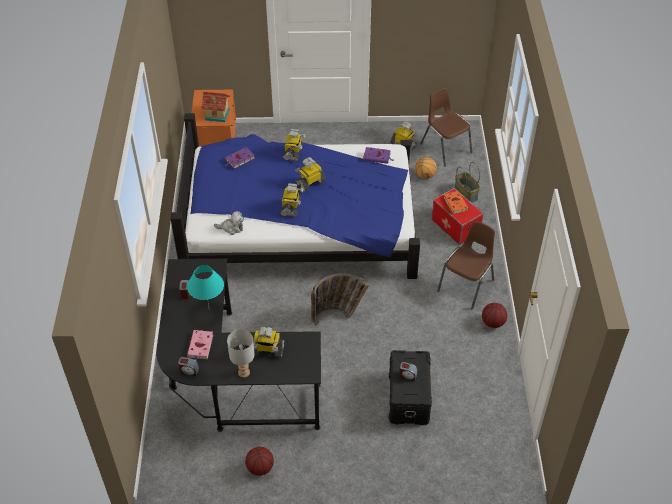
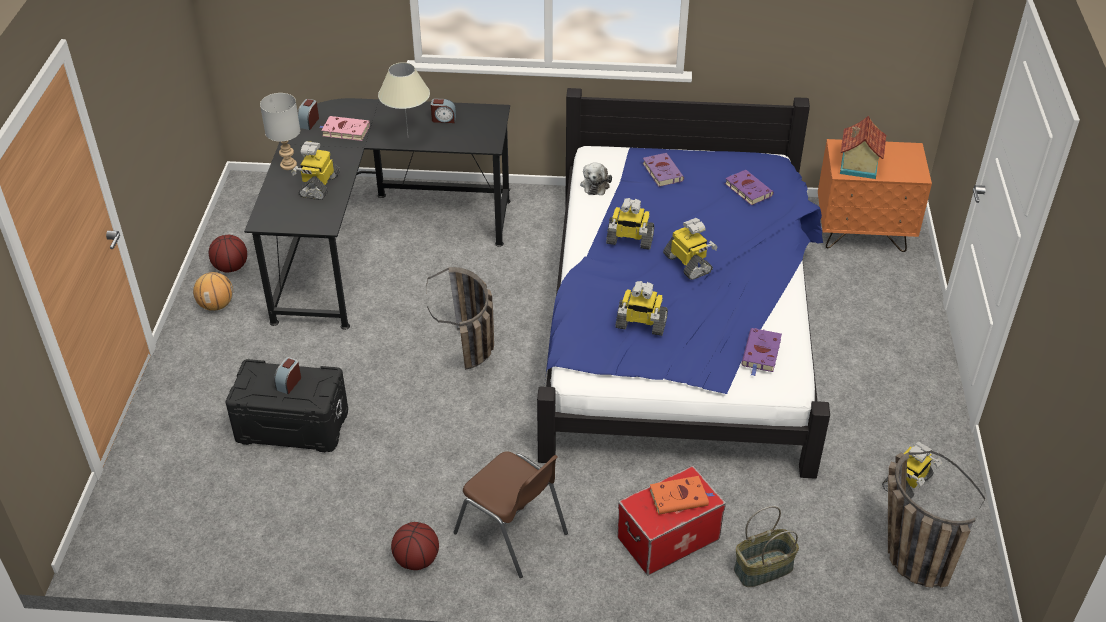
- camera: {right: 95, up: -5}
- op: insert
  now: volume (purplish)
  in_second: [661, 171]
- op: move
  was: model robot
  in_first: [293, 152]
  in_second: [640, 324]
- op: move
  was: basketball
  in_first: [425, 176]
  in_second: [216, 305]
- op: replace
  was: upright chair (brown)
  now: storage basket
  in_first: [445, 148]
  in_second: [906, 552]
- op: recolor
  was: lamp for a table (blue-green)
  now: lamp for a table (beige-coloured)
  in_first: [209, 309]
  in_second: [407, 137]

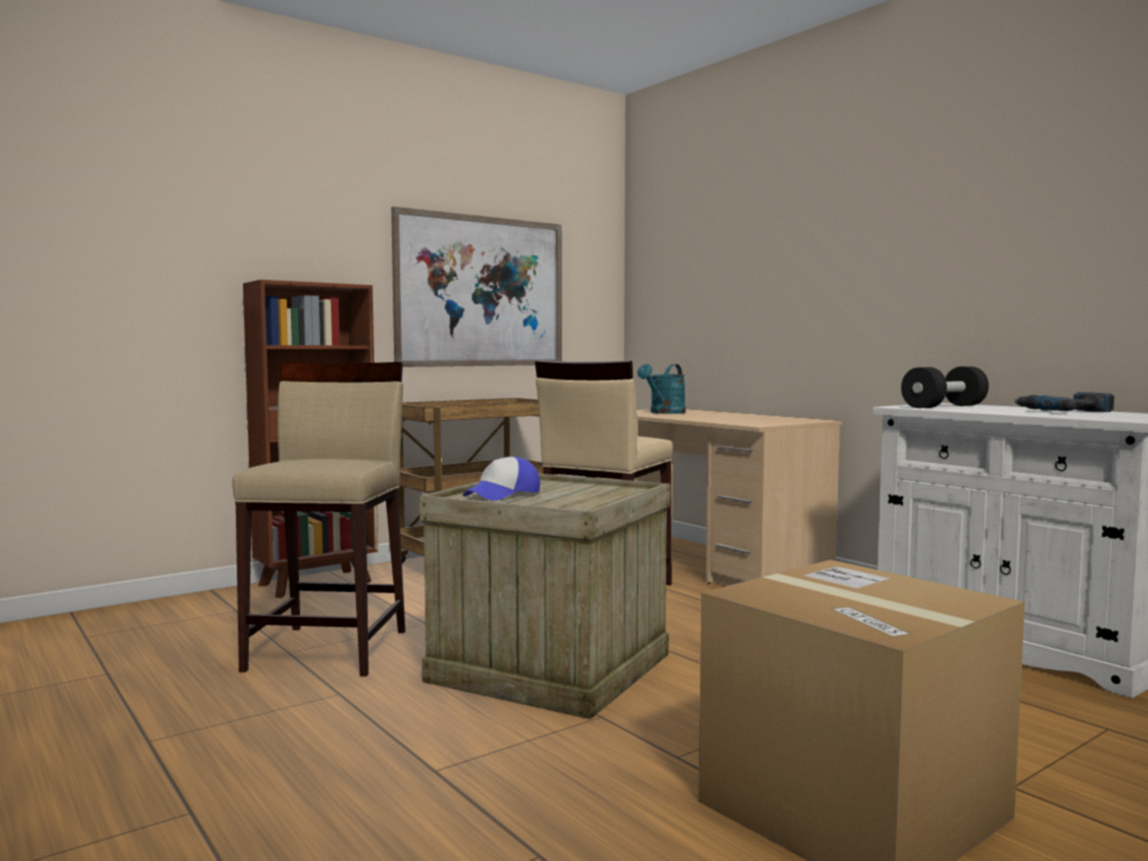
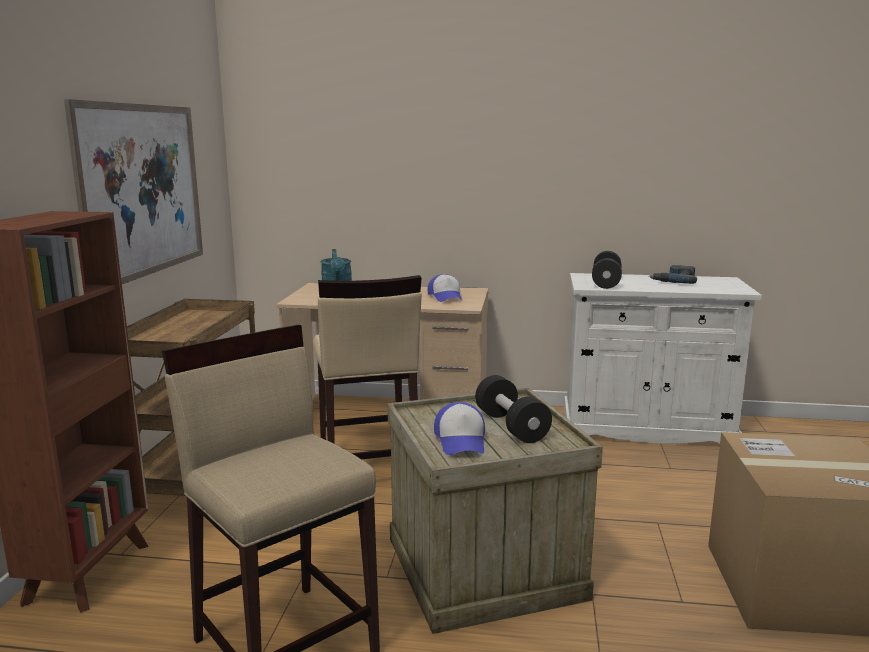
- camera: {right: -45, up: 10}
- op: insert
  now: peaked cap
  in_second: [446, 297]
- op: insert
  now: hand weight (black)
  in_second: [511, 426]

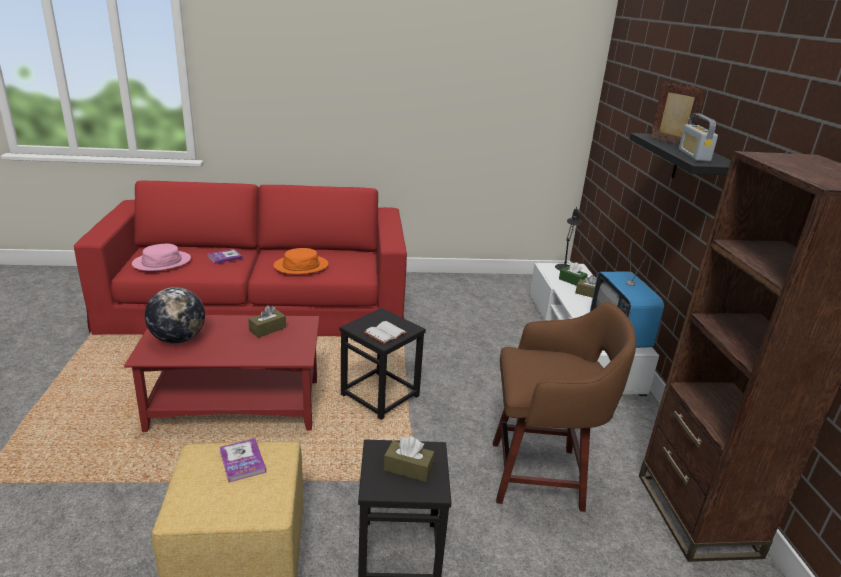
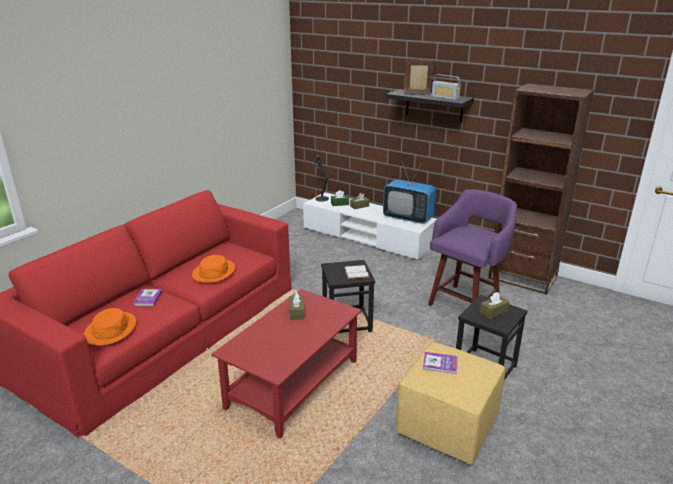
- camera: {right: -50, up: 0}
- op: delete
  was: desk globe
  in_first: [178, 339]
- op: recolor
  was: hat (pink)
  now: hat (orange-coloured)
  in_first: [162, 262]
  in_second: [110, 329]
- op: recolor
  was: sitting stool (brown)
  now: sitting stool (purplish)
  in_first: [540, 475]
  in_second: [465, 303]

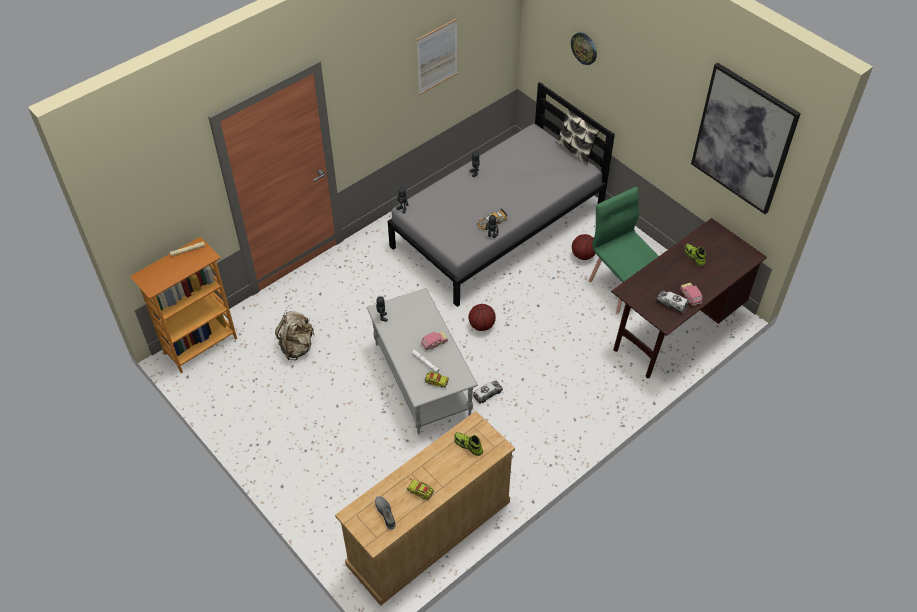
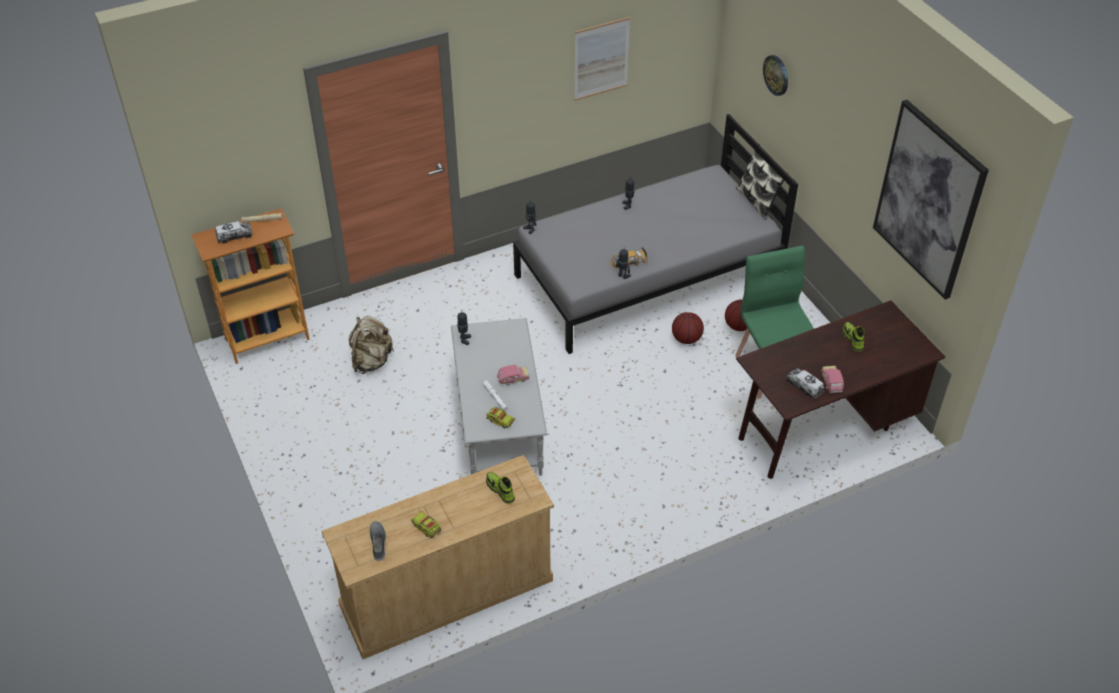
- camera: {right: 15, up: -5}
- op: move
  was: basketball
  in_first: [482, 325]
  in_second: [686, 339]
- op: move
  was: toy lorry
  in_first: [487, 394]
  in_second: [234, 236]

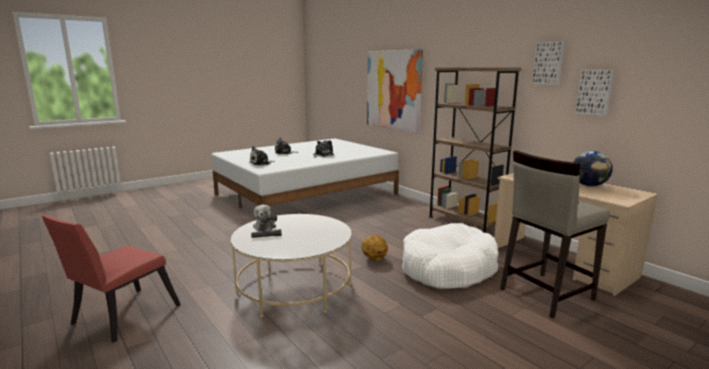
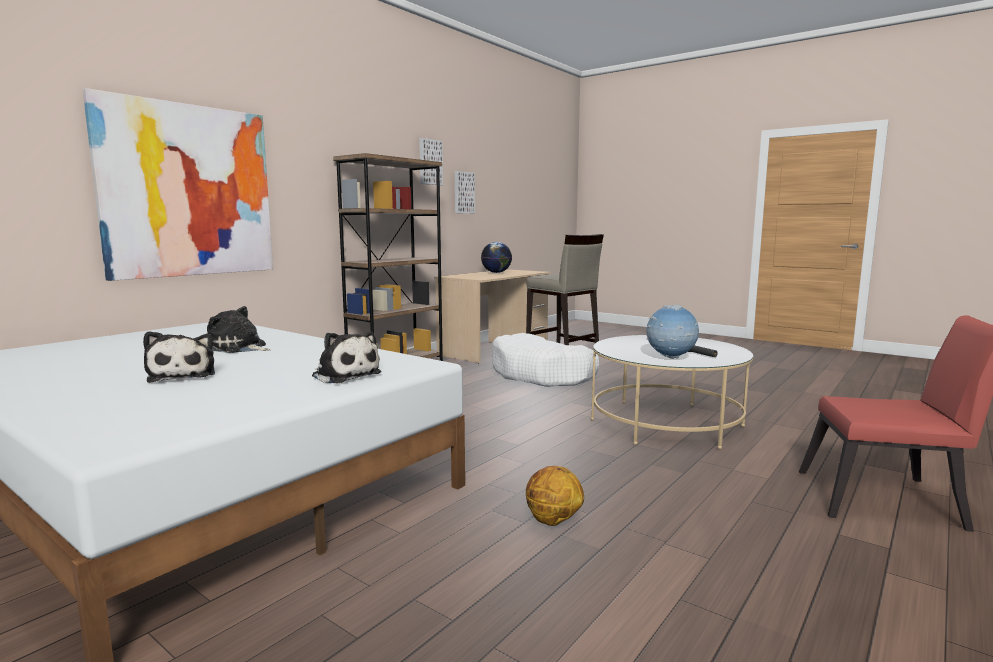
- camera: {right: -105, up: -5}
- op: move
  was: basketball
  in_first: [374, 259]
  in_second: [553, 521]
- op: replace
  was: plush toy
  now: desk globe
  in_first: [265, 226]
  in_second: [670, 358]

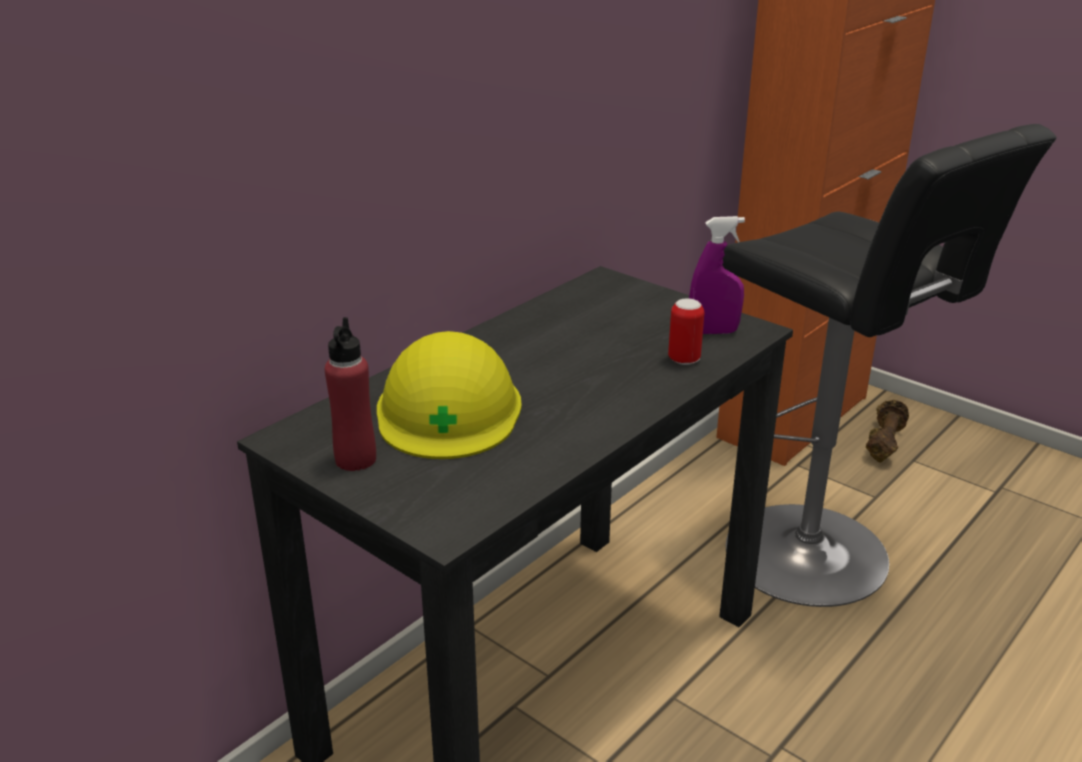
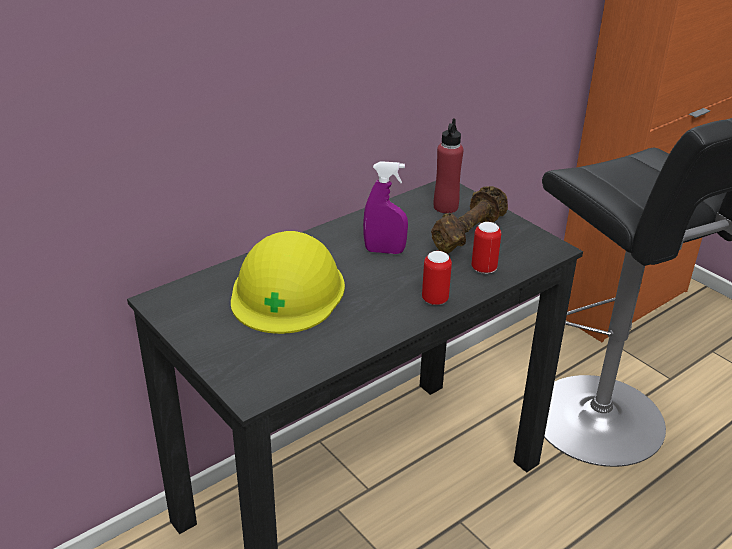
- camera: {right: 10, up: 5}
- op: insert
  now: sealed can
  in_second: [435, 300]
- op: move
  was: bottle (reddish)
  in_first: [355, 459]
  in_second: [445, 207]
- op: move
  was: hand sprayer (purplish)
  in_first: [713, 332]
  in_second: [384, 251]
- op: move
  was: hand weight (brown)
  in_first: [884, 442]
  in_second: [467, 233]

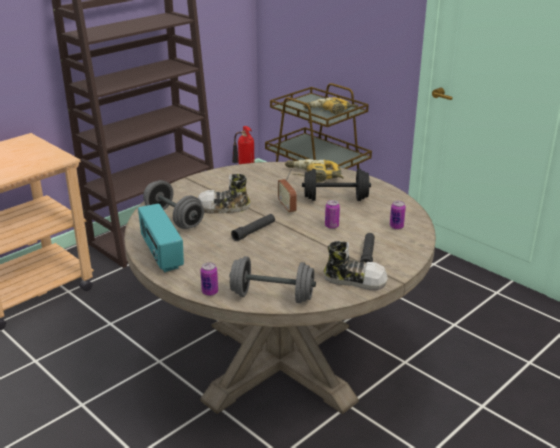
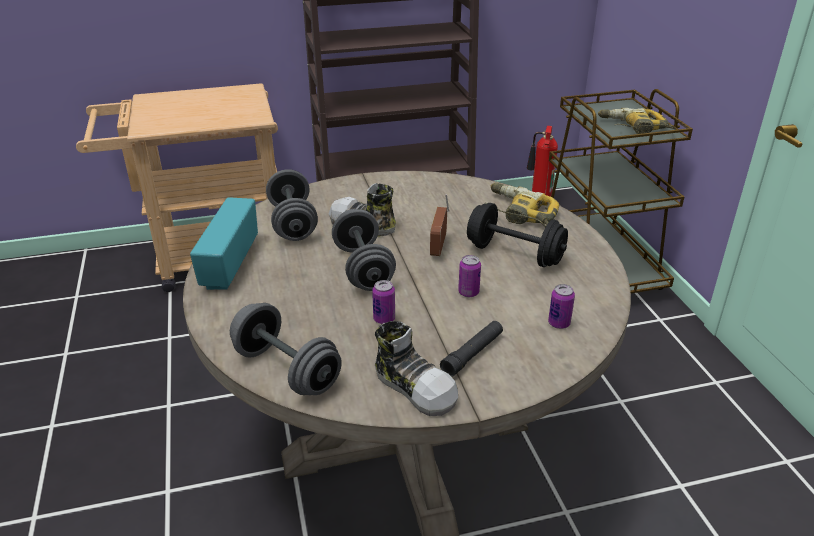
- camera: {right: 30, up: 5}
- op: move
  was: sealed can
  in_first: [210, 292]
  in_second: [384, 319]
- op: replace
  was: torch (black)
  now: hand weight (grey)
  in_first: [254, 231]
  in_second: [363, 268]

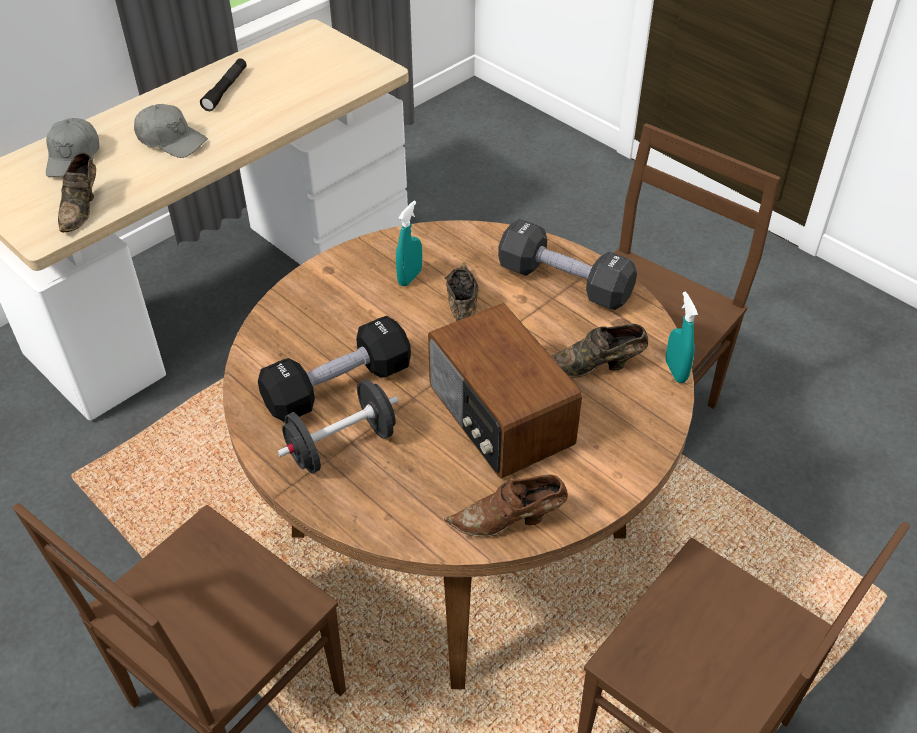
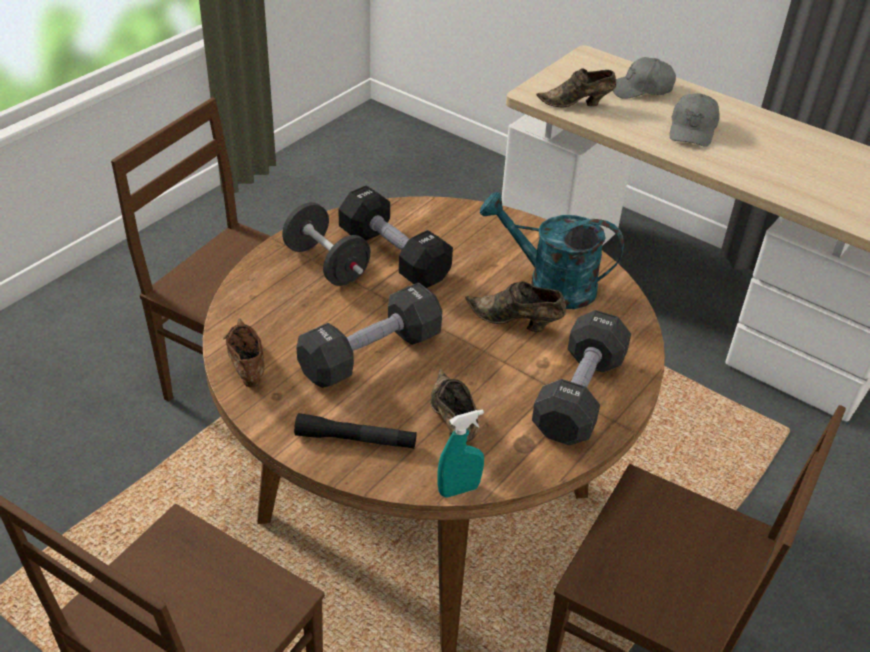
- camera: {right: 80, up: -5}
- op: move
  was: torch (black)
  in_first: [225, 90]
  in_second: [355, 439]
- op: replace
  was: hand sprayer (blue-green)
  now: watering pot (blue-green)
  in_first: [410, 277]
  in_second: [550, 285]
- op: replace
  was: radio receiver
  now: hand weight (black)
  in_first: [498, 417]
  in_second: [371, 354]
- op: rotate
  was: item of footwear (brown)
  in_first: [462, 307]
  in_second: [516, 322]
  clockwise: -150

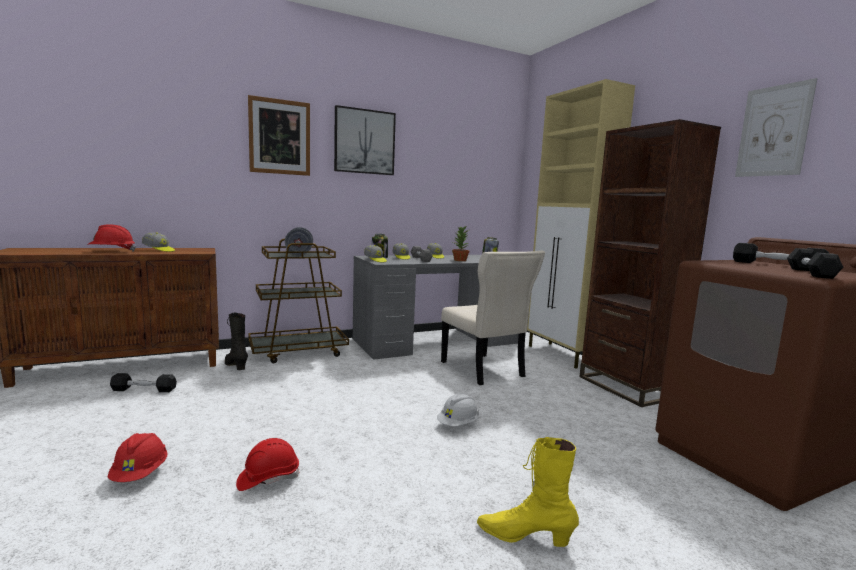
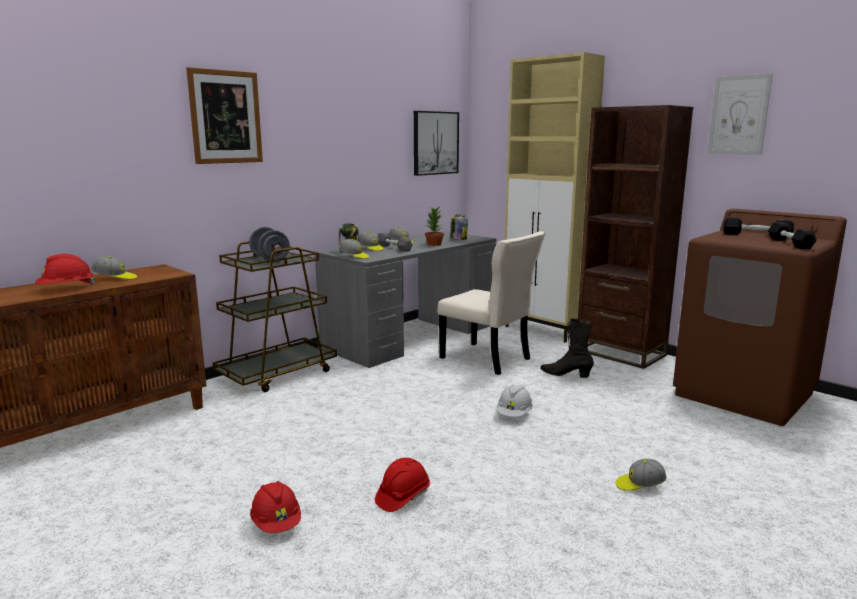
- camera: {right: -20, up: 5}
- op: delete
  was: hand weight (black)
  in_first: [144, 390]
- op: move
  was: boot (black)
  in_first: [236, 366]
  in_second: [565, 375]
- op: move
  was: picture
  in_first: [364, 142]
  in_second: [435, 143]
- op: replace
  was: boot (yellow)
  now: peaked cap
  in_first: [524, 536]
  in_second: [639, 485]

